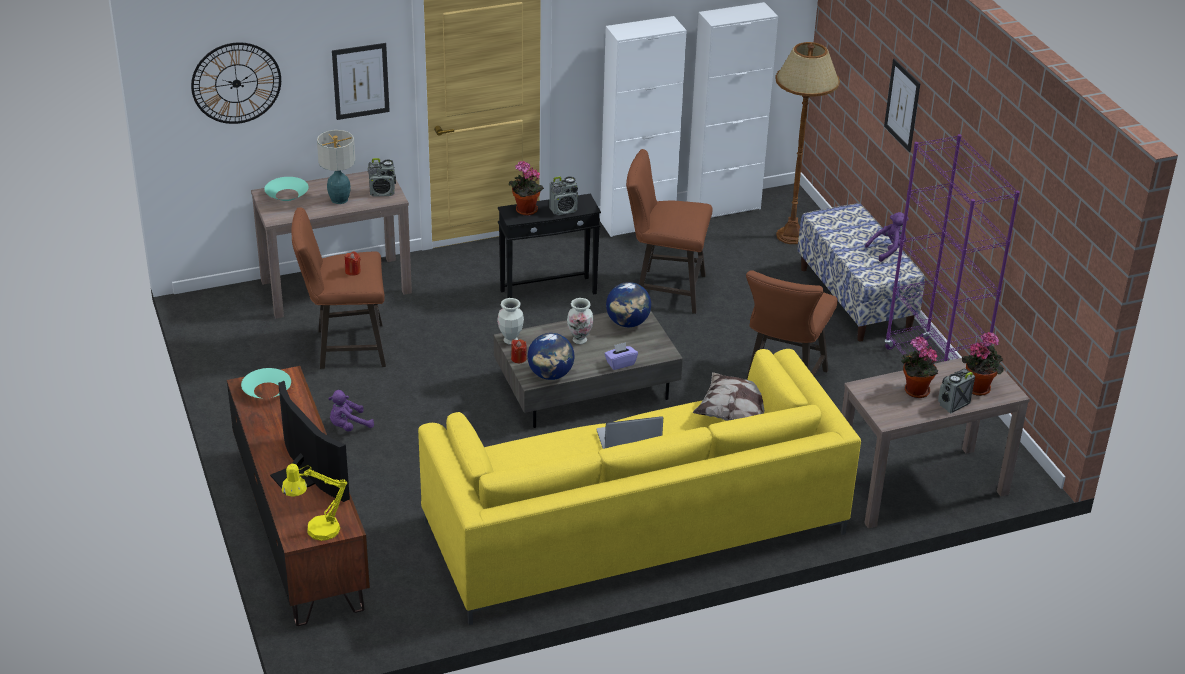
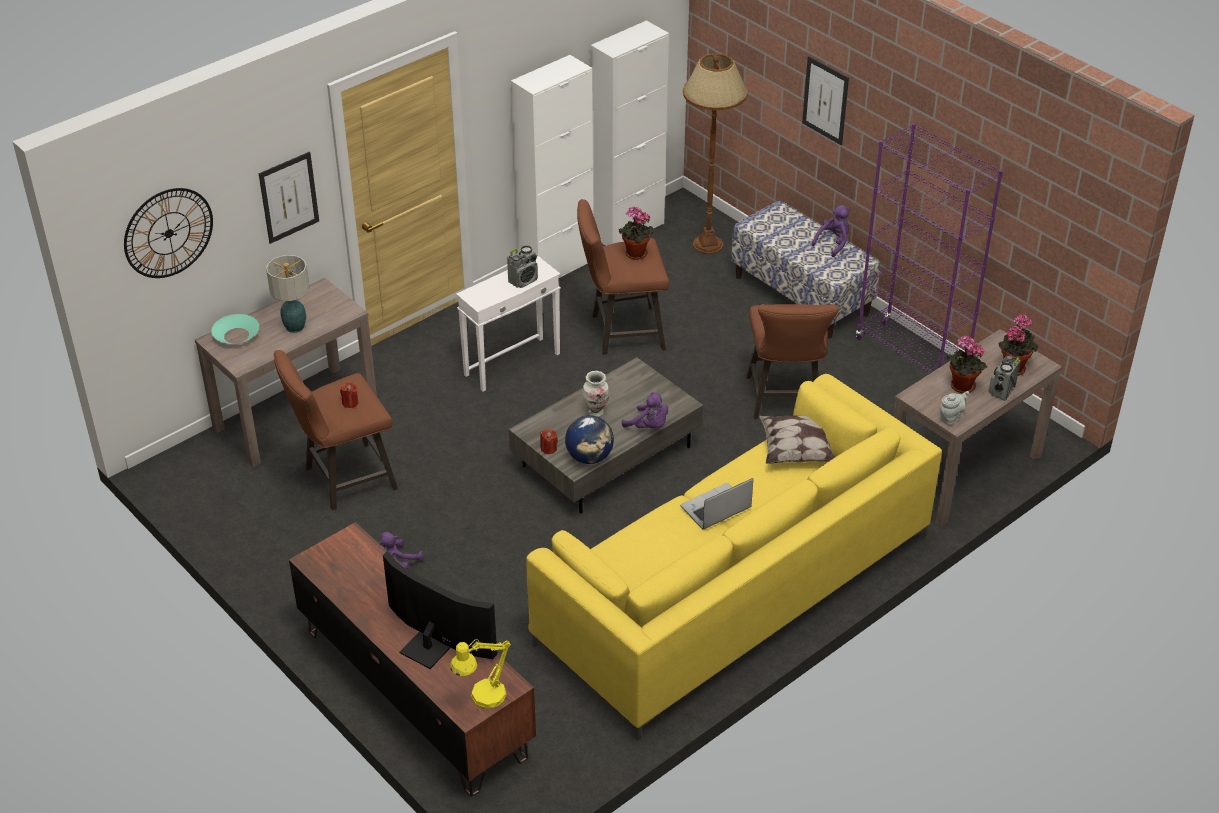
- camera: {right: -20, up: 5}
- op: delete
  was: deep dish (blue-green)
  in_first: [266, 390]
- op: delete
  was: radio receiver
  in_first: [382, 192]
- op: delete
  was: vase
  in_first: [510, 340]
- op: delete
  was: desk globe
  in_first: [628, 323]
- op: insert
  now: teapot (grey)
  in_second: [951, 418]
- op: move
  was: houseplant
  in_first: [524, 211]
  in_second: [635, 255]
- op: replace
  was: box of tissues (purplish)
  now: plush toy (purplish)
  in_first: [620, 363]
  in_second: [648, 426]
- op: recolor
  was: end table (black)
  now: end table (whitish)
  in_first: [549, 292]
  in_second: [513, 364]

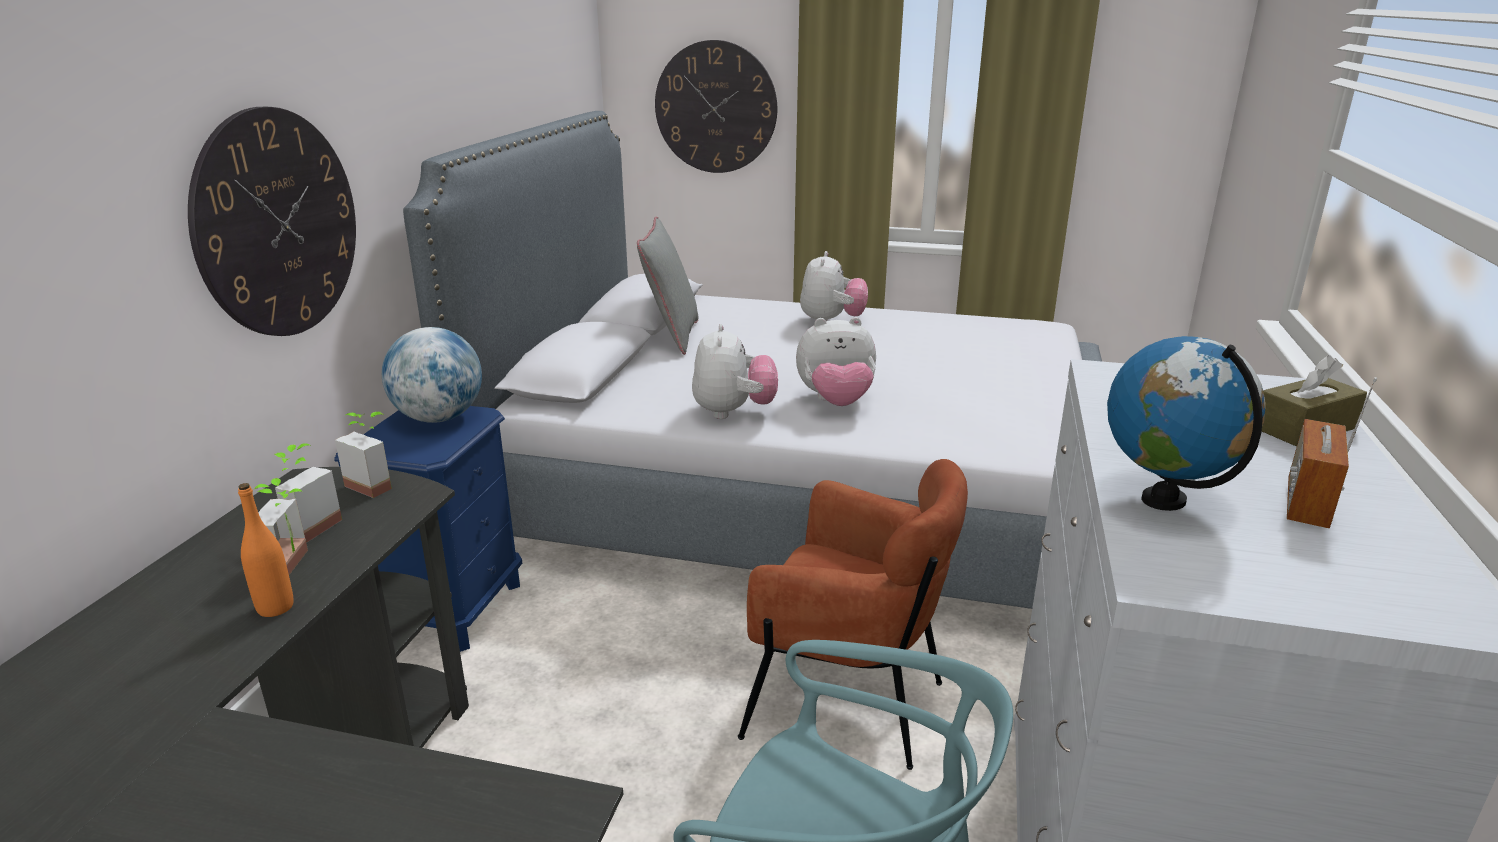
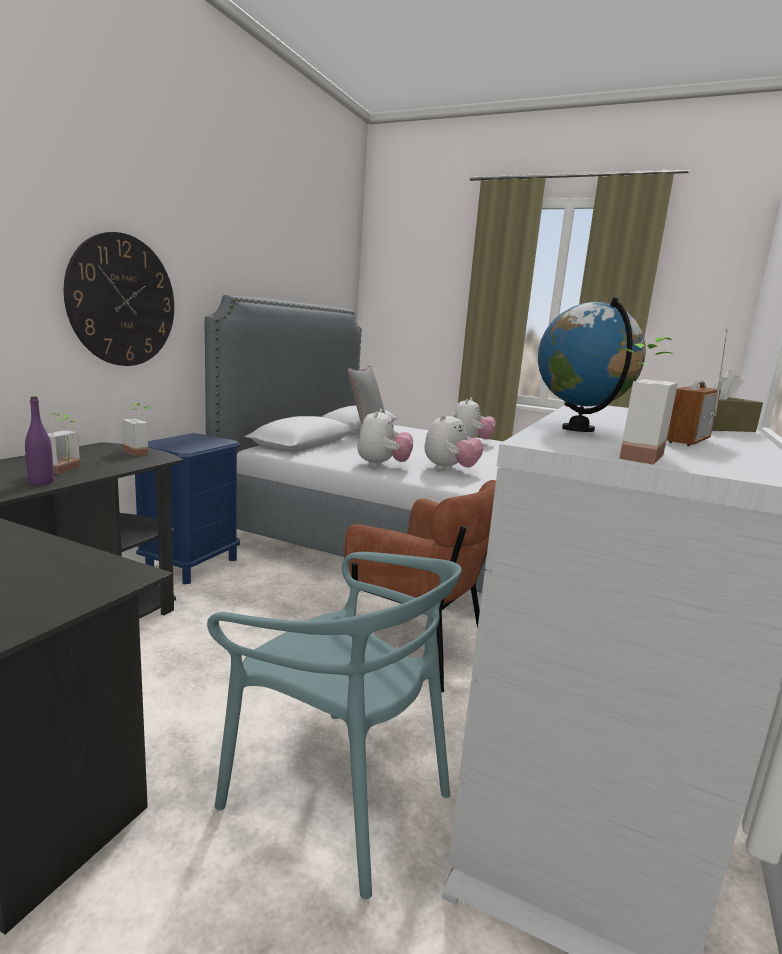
- camera: {right: 10, up: -10}
- op: delete
  was: desk globe
  in_first: [439, 418]
- op: delete
  was: wall clock
  in_first: [715, 107]
- op: move
  was: houseplant
  in_first: [307, 526]
  in_second: [627, 454]
- op: recolor
  was: bottle (orange-coloured)
  now: bottle (purplish)
  in_first: [275, 607]
  in_second: [41, 482]
- op: rotate
  was: plush toy
  in_first: [836, 402]
  in_second: [450, 469]
  clockwise: -60

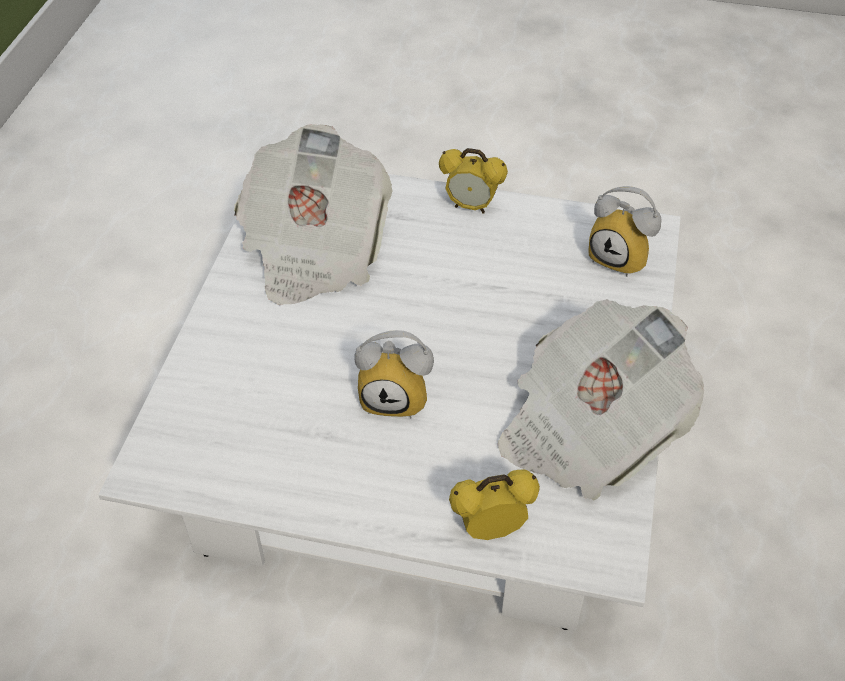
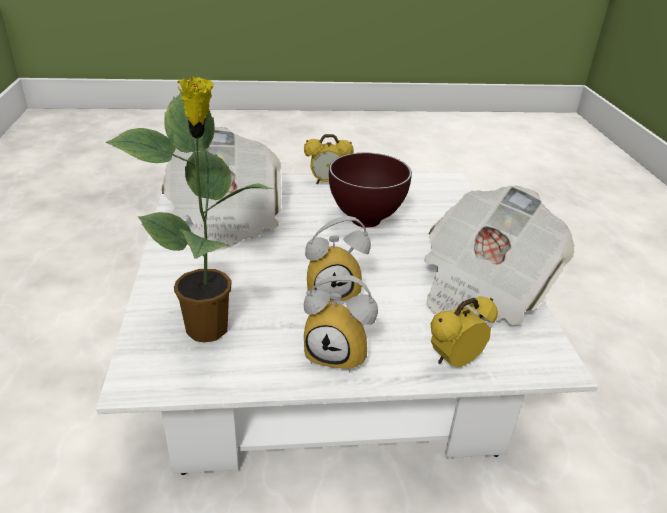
- camera: {right: -20, up: -15}
- op: insert
  now: houseplant
  in_second: [209, 330]
- op: insert
  now: deep dish (brown)
  in_second: [365, 222]
- op: move
  was: alarm clock
  in_first: [622, 258]
  in_second: [339, 353]

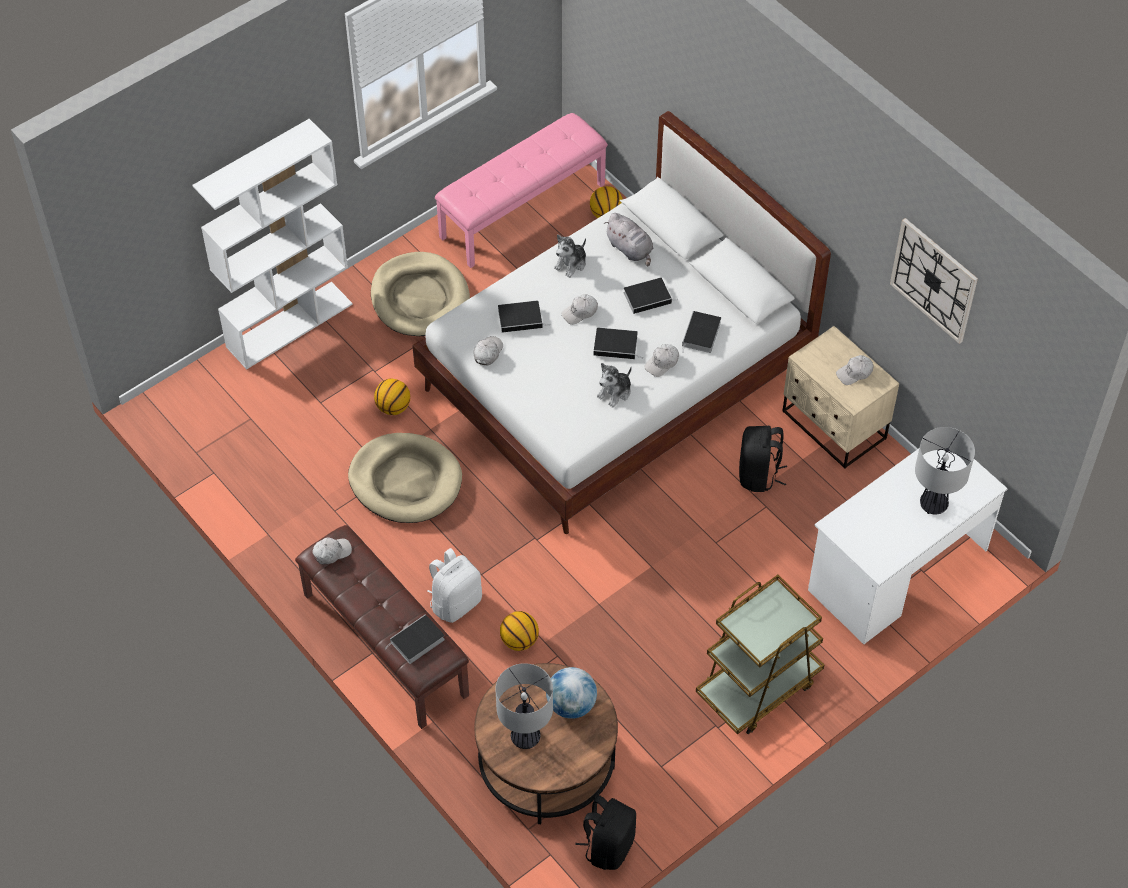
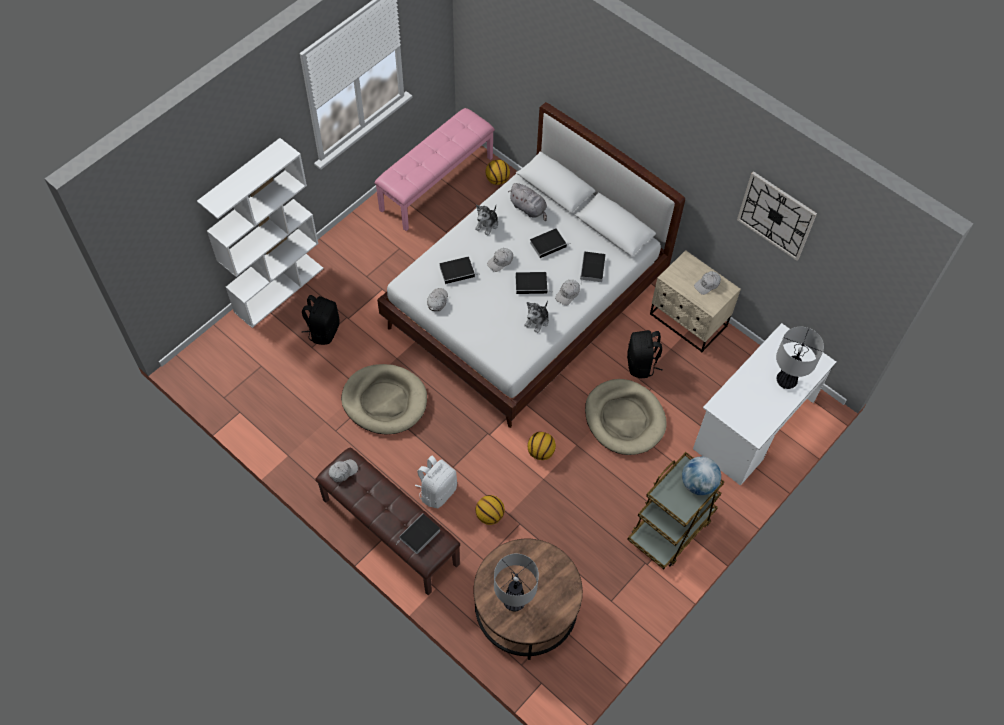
- camera: {right: -10, up: 5}
- op: move
  was: pet bed (beige-coloured)
  in_first: [420, 298]
  in_second: [624, 419]
- op: move
  was: basketball
  in_first: [393, 407]
  in_second: [540, 452]
- op: move
  was: desk globe
  in_first: [571, 705]
  in_second: [698, 484]
- op: move
  was: knapsack (black)
  in_first: [608, 846]
  in_second: [323, 331]

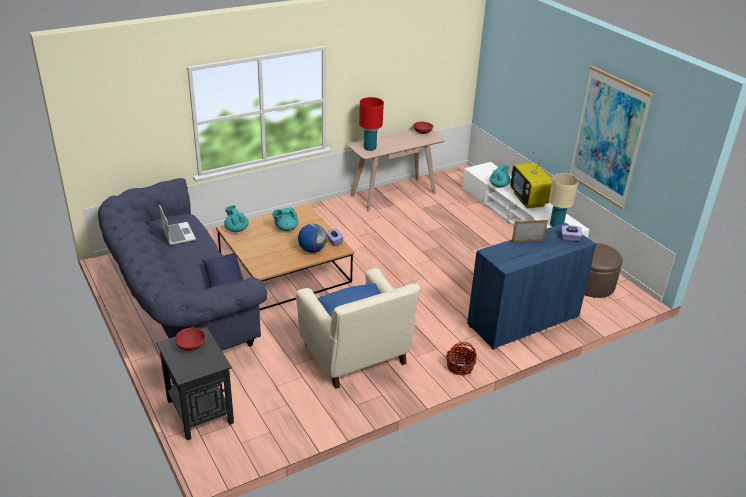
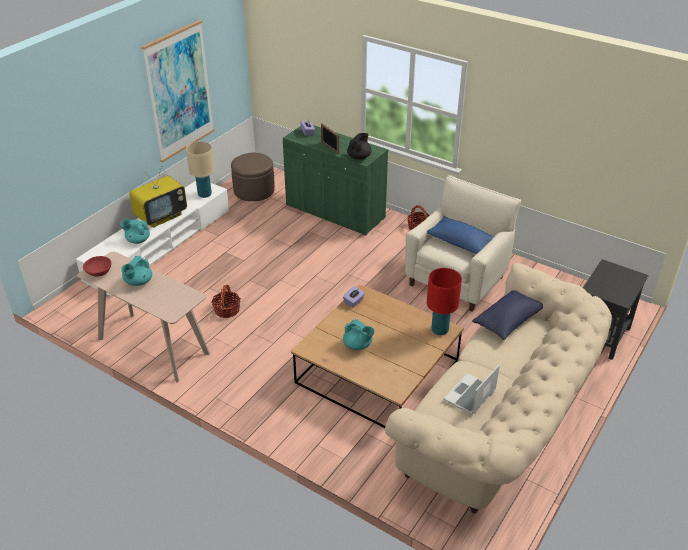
- camera: {right: -115, up: 5}
- op: delete
  was: deep dish (reddish)
  in_first: [191, 346]
- op: delete
  was: desk globe
  in_first: [312, 250]
- op: insert
  now: storage basket
  in_second: [227, 310]
- op: insert
  now: teapot (black)
  in_second: [359, 157]
- op: move
  was: teapot (blue-green)
  in_first: [236, 229]
  in_second: [138, 282]
- op: move
  was: lamp for a table (reddish)
  in_first: [370, 148]
  in_second: [439, 330]
- op: recolor
  was: sofa (blue-coloured)
  now: sofa (beige-coloured)
  in_first: [179, 304]
  in_second: [502, 423]
- op: recolor
  was: cabinet (blue-coloured)
  now: cabinet (greenish)
  in_first: [523, 321]
  in_second: [335, 212]

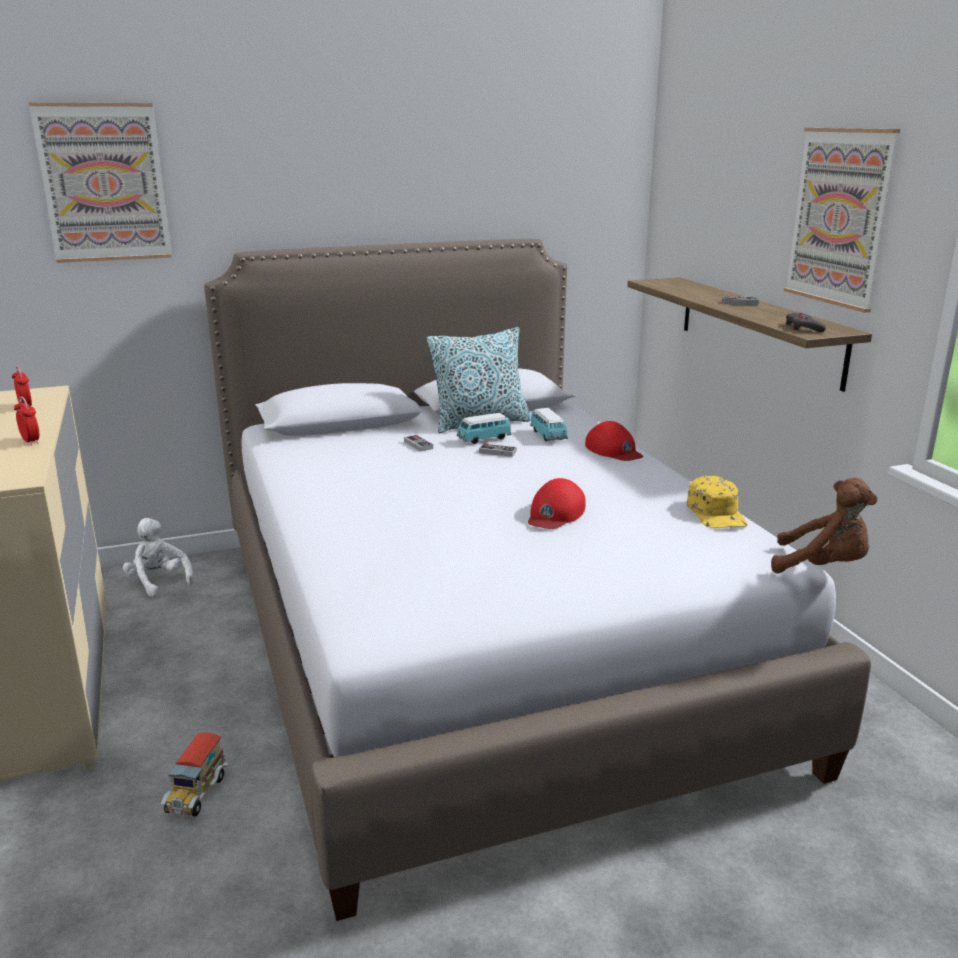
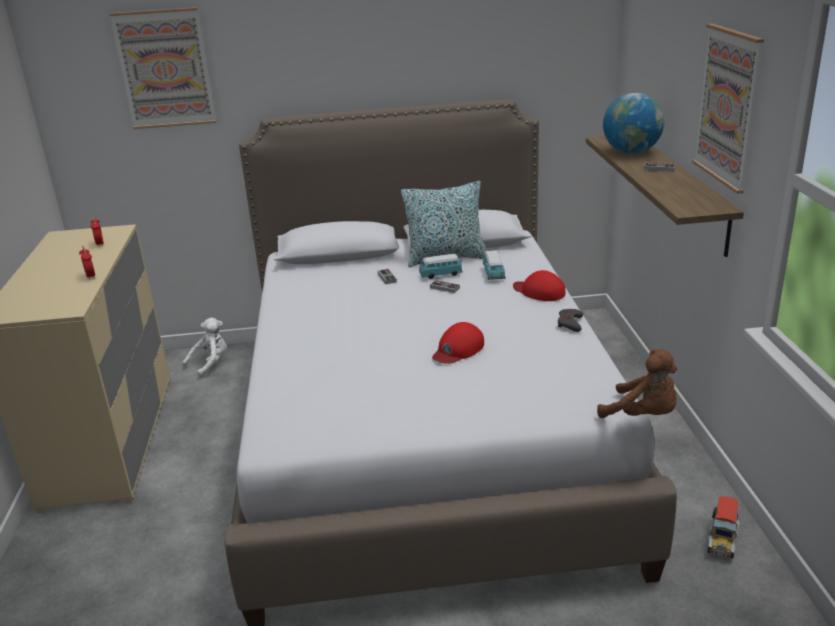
- camera: {right: 15, up: 5}
- op: delete
  was: peaked cap (yellow)
  in_first: [717, 513]
- op: insert
  now: desk globe
  in_second: [631, 152]
- op: move
  was: toy lorry
  in_first: [196, 794]
  in_second: [721, 541]
- op: move
  was: gamepad (grey)
  in_first: [803, 327]
  in_second: [570, 323]
- op: rotate
  was: plush toy (whitish)
  in_first: [158, 581]
  in_second: [210, 364]
  clockwise: 75
- op: rotate
  was: peaked cap (reddish)
  in_first: [614, 450]
  in_second: [539, 291]
  clockwise: 150

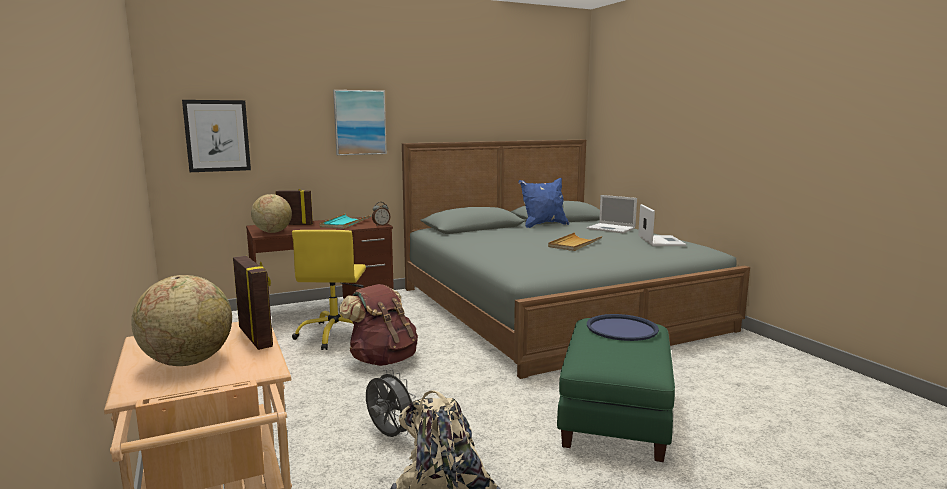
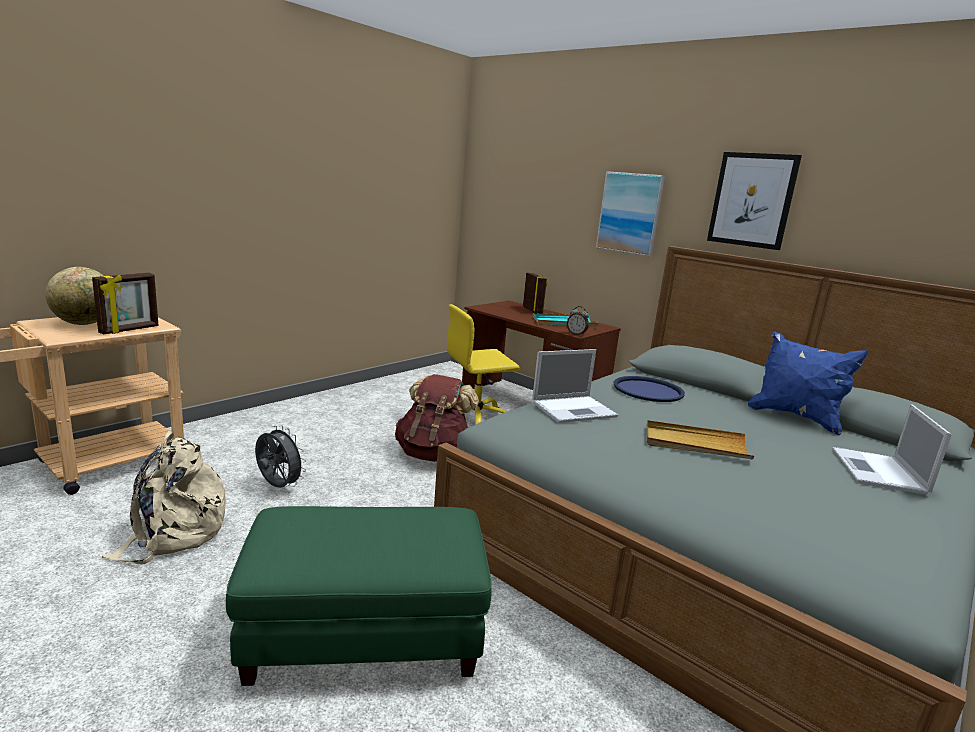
- camera: {right: 65, up: 5}
- op: delete
  was: desk globe
  in_first: [272, 232]
- op: move
  was: picture
  in_first: [217, 136]
  in_second: [752, 200]
- op: move
  was: serving tray (blue-coloured)
  in_first: [622, 328]
  in_second: [648, 390]
- op: move
  was: portable computer
  in_first: [660, 241]
  in_second: [575, 409]
- op: rotate
  was: electric fan (grey)
  in_first: [389, 435]
  in_second: [278, 487]
  clockwise: -75

